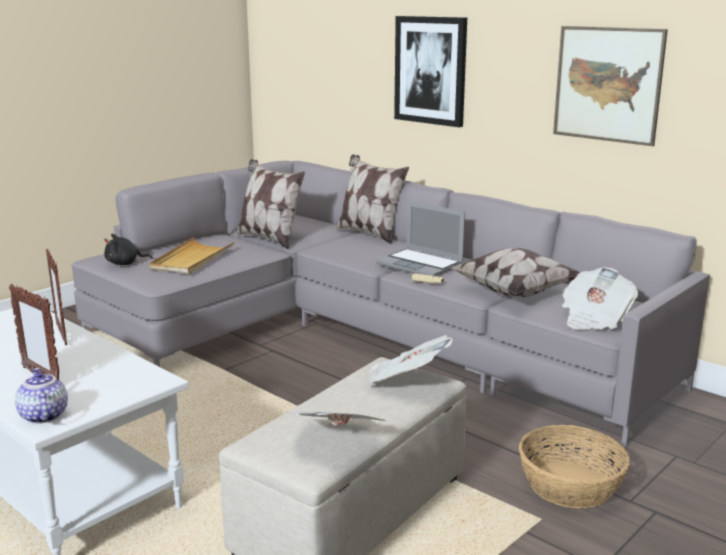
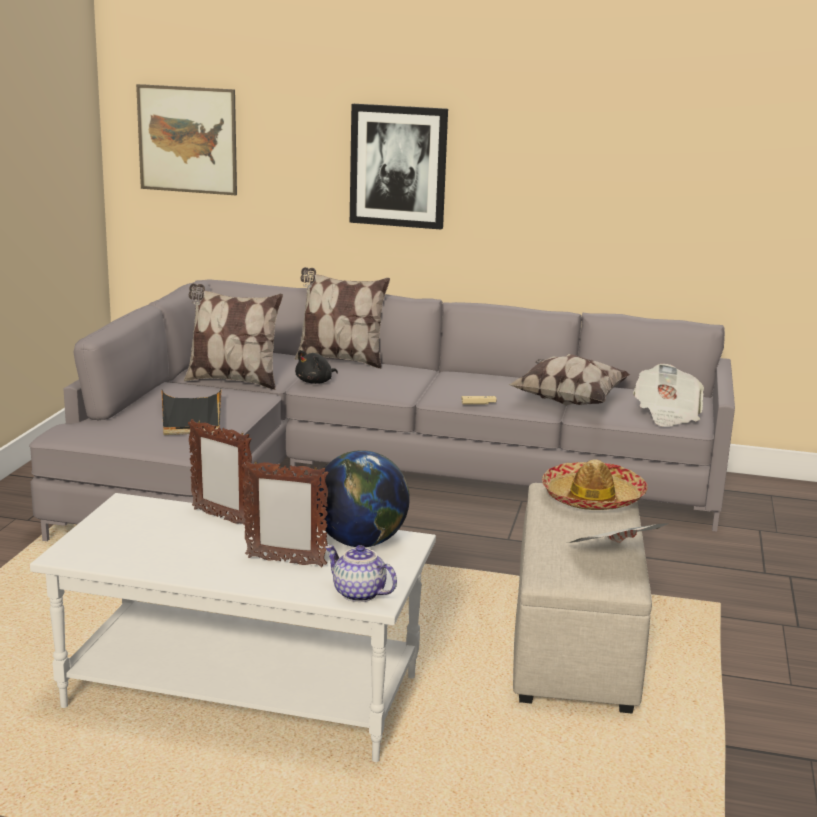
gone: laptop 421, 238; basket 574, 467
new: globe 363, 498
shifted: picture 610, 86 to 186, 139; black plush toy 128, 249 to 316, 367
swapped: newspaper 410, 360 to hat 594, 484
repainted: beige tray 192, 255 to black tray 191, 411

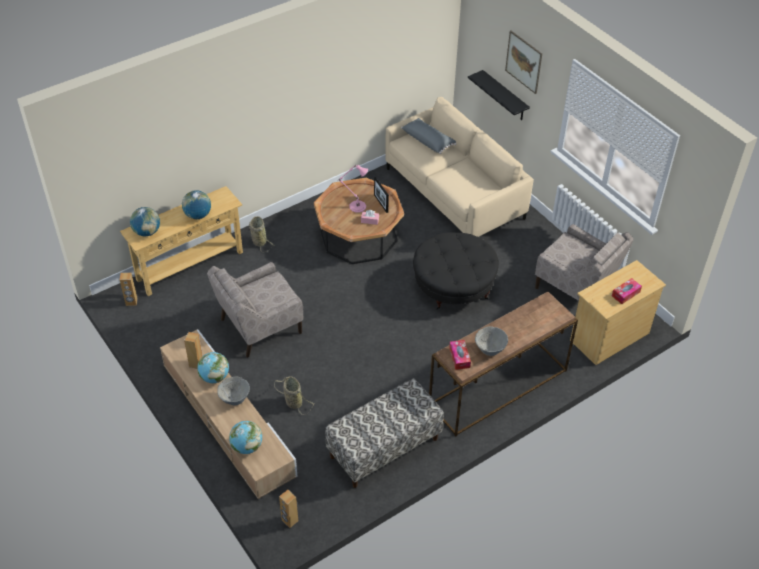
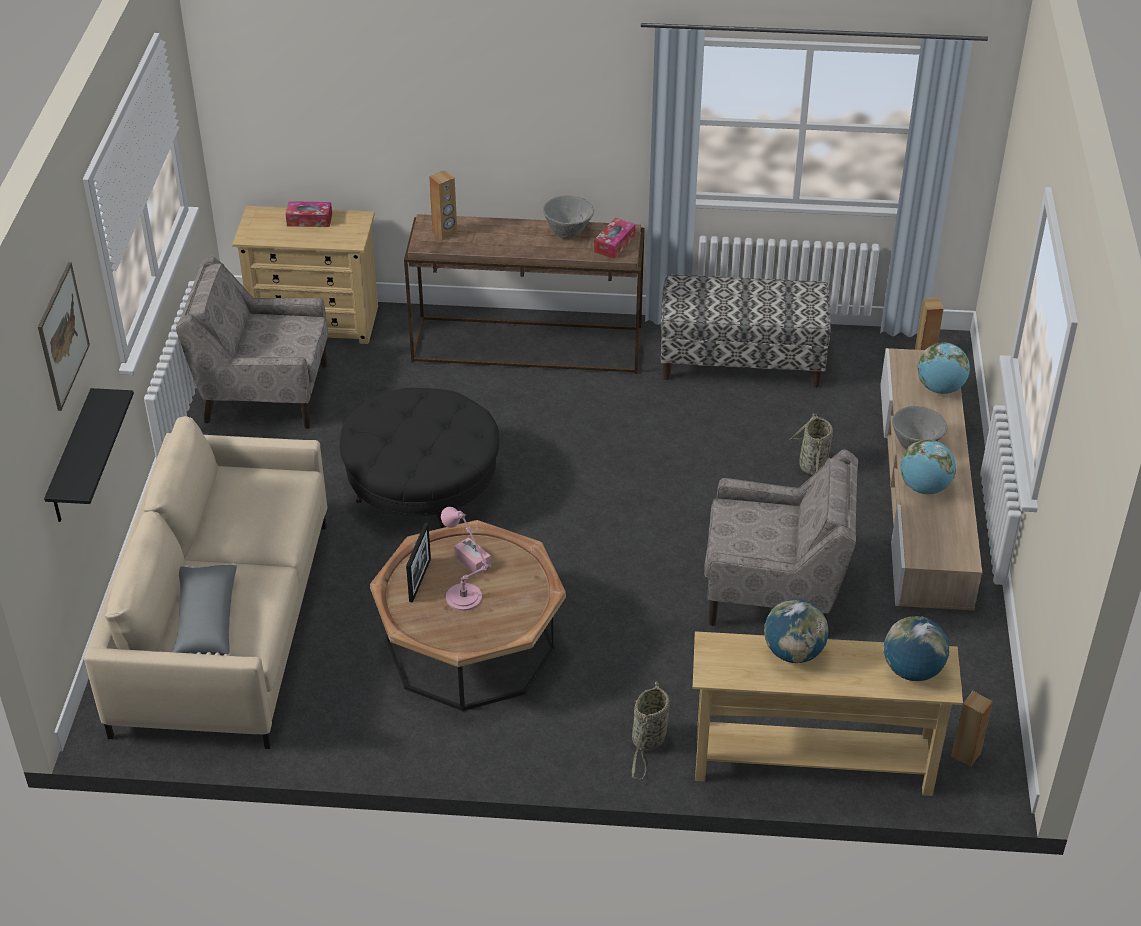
shifted: brown speaker 193, 350 to 443, 205
rotated: beige armchair 584, 262 = 252, 342 75 degrees counterclockwise

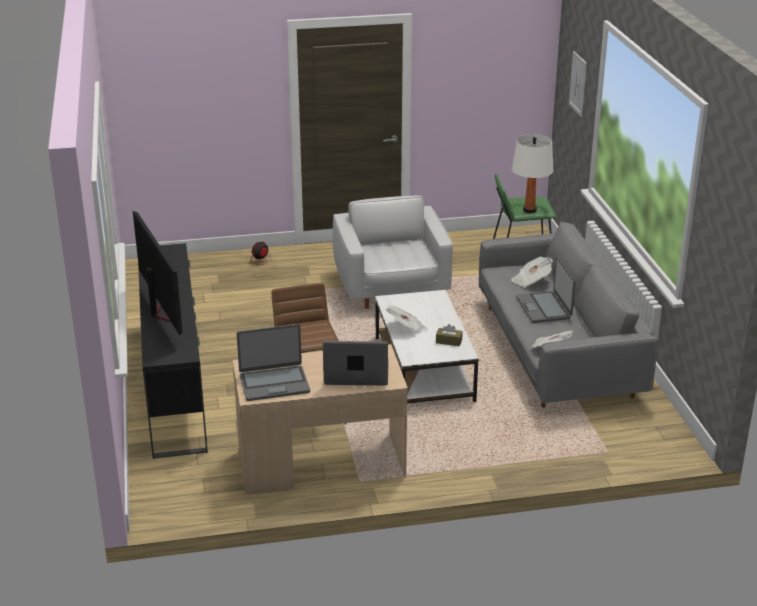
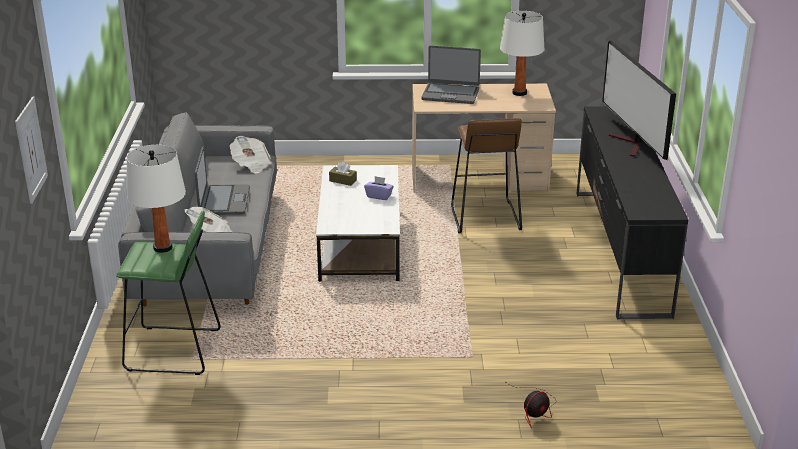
gone: white armchair 393, 252
swapped: newspaper 406, 318 to purple tissue box 379, 188; laptop 273, 362 to white table lamp 522, 53

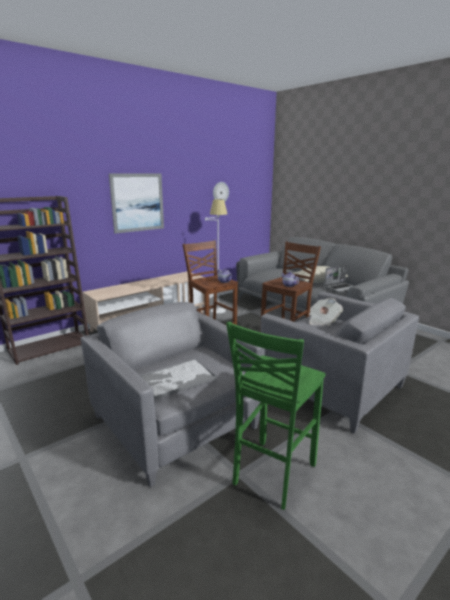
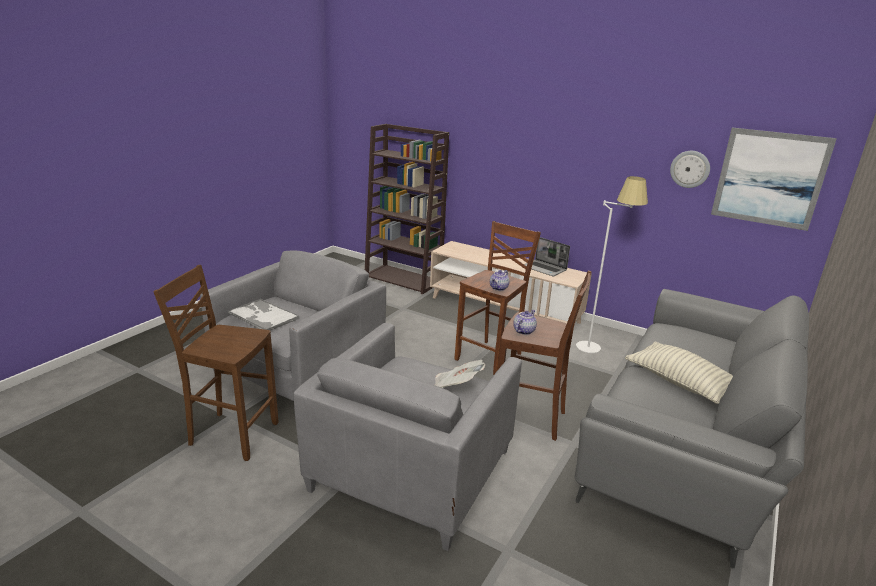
shifted: picture 136, 203 to 774, 179; laptop 339, 278 to 547, 256
repainted: green stool 275, 416 to brown stool 216, 363

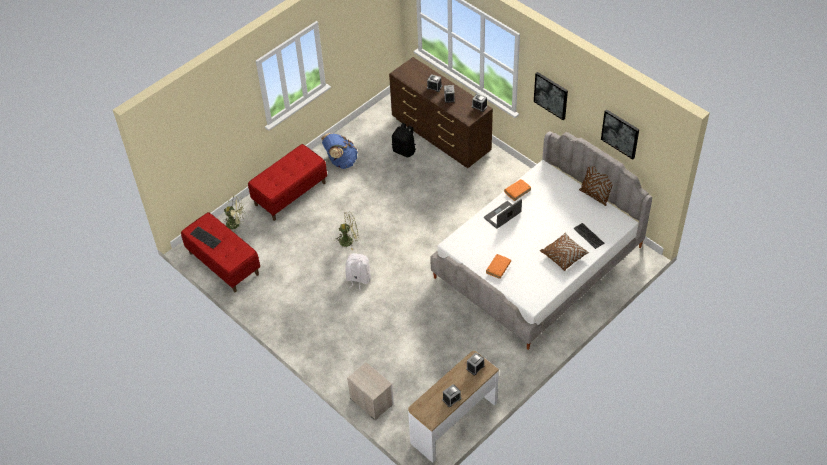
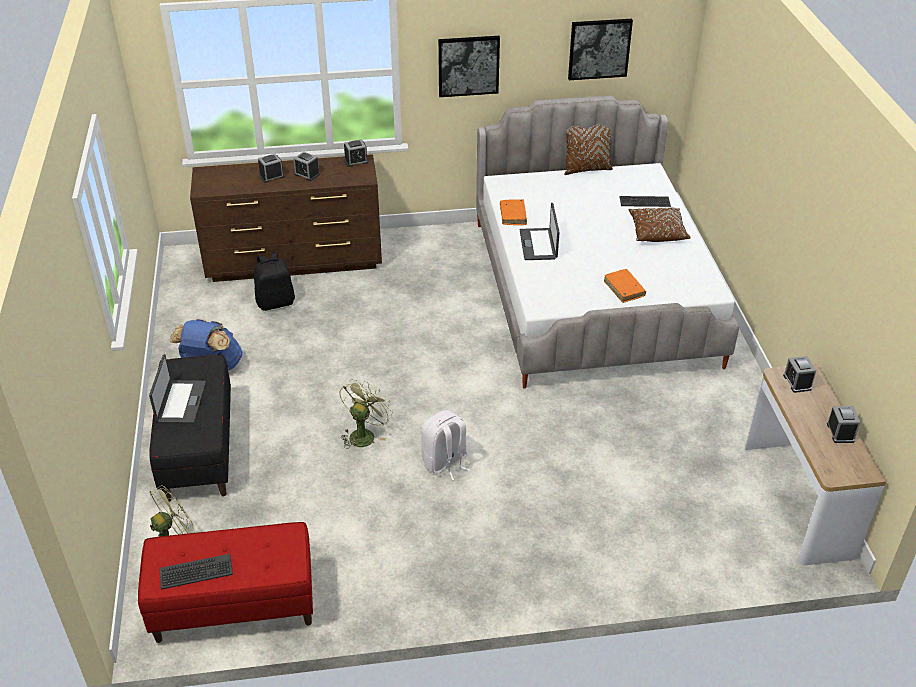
gone: nightstand 370, 391
new: laptop 177, 389
repainted: red bench 287, 182 to black bench 190, 428

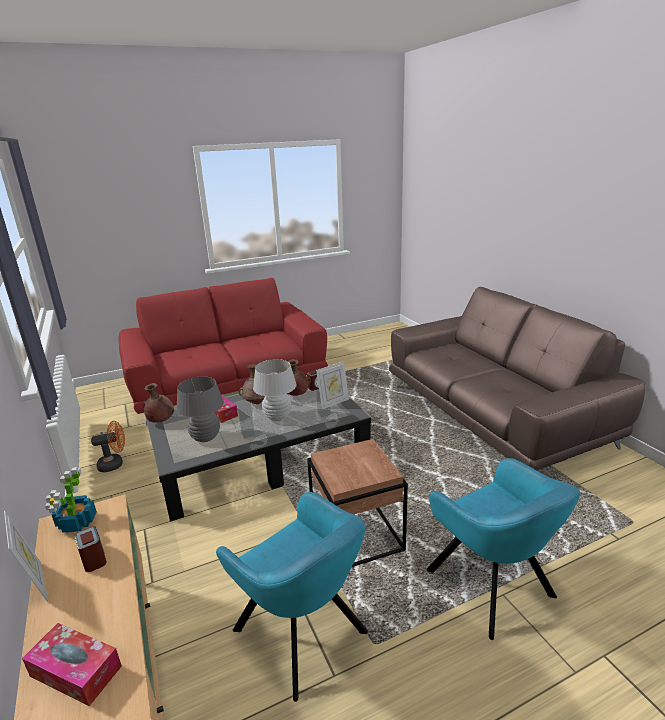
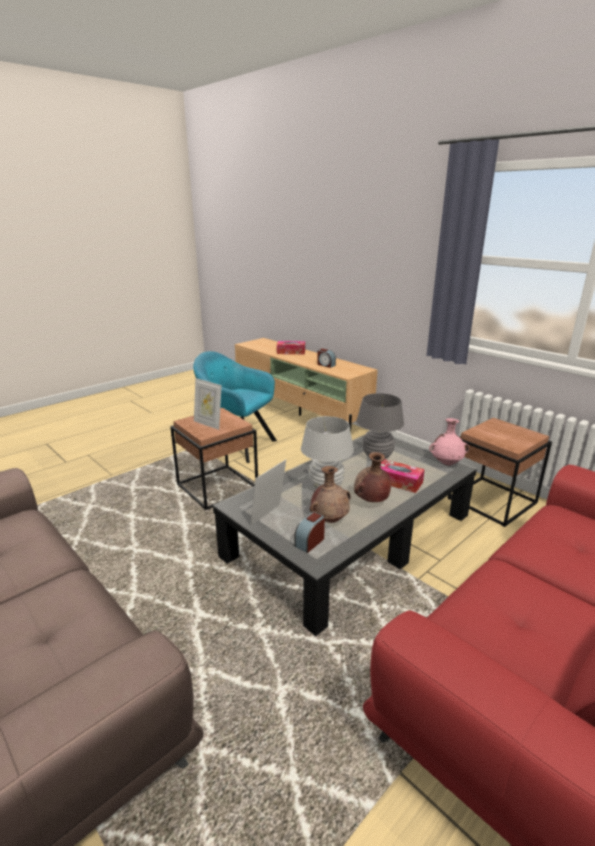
gone: turquoise armchair 503, 549; potted plant 71, 500
shifted: picture frame 26, 556 to 208, 404
swapped: orange fan 108, 446 to brown side table 500, 472
repainted: brown vase 158, 403 to pink vase 449, 442

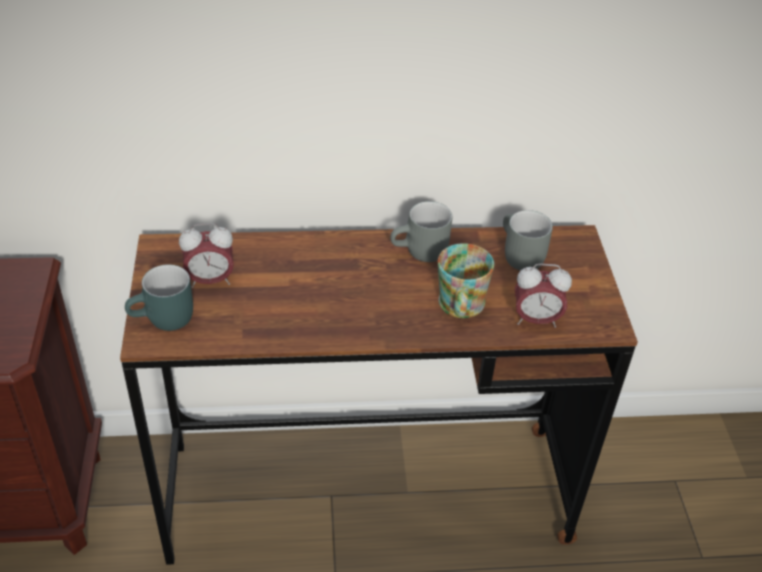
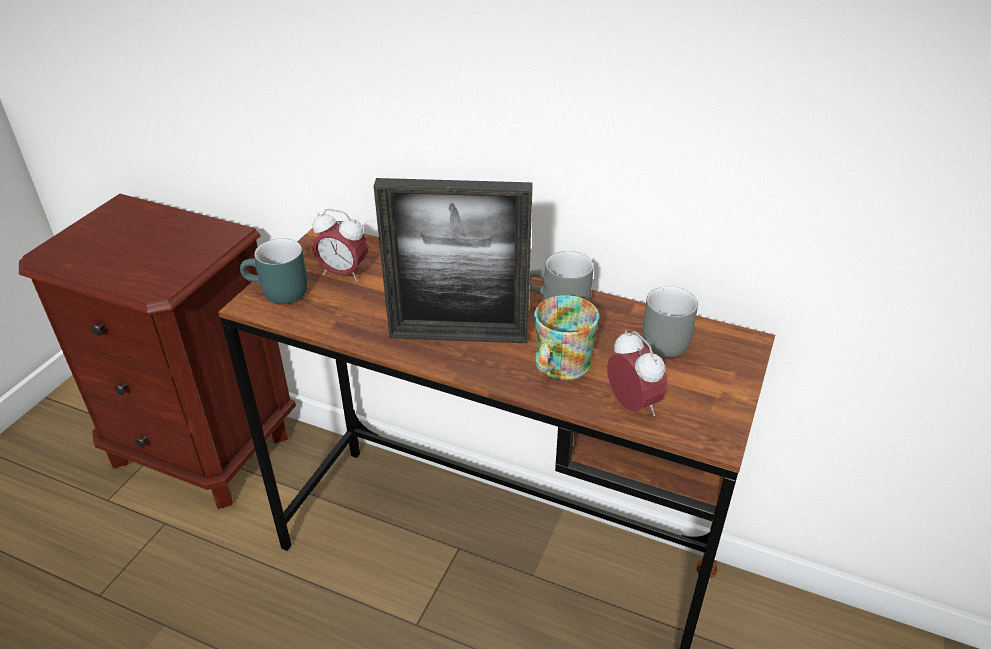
new: picture frame 453, 260
rotated: alarm clock 543, 295 = 637, 373 150 degrees counterclockwise

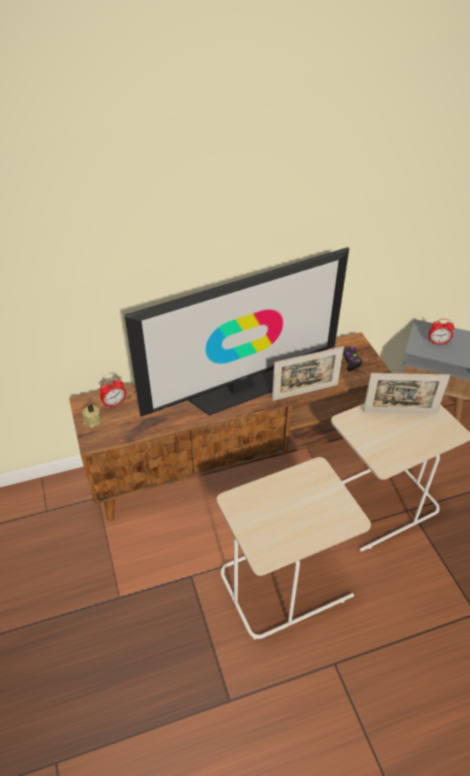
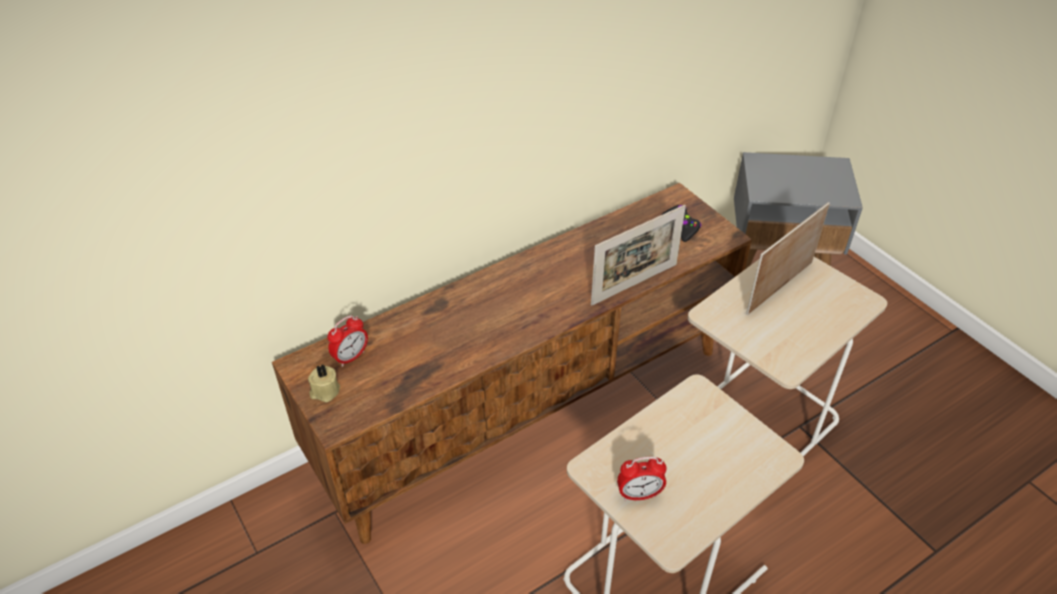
gone: television 237, 332
shifted: alarm clock 441, 332 to 642, 479
rotated: picture frame 406, 393 = 788, 258 150 degrees clockwise

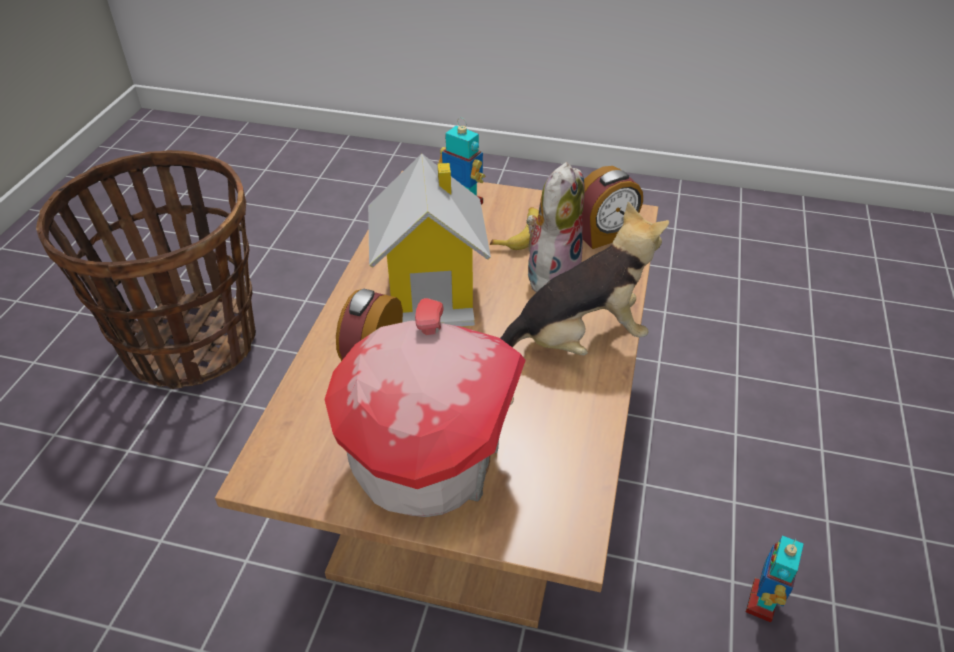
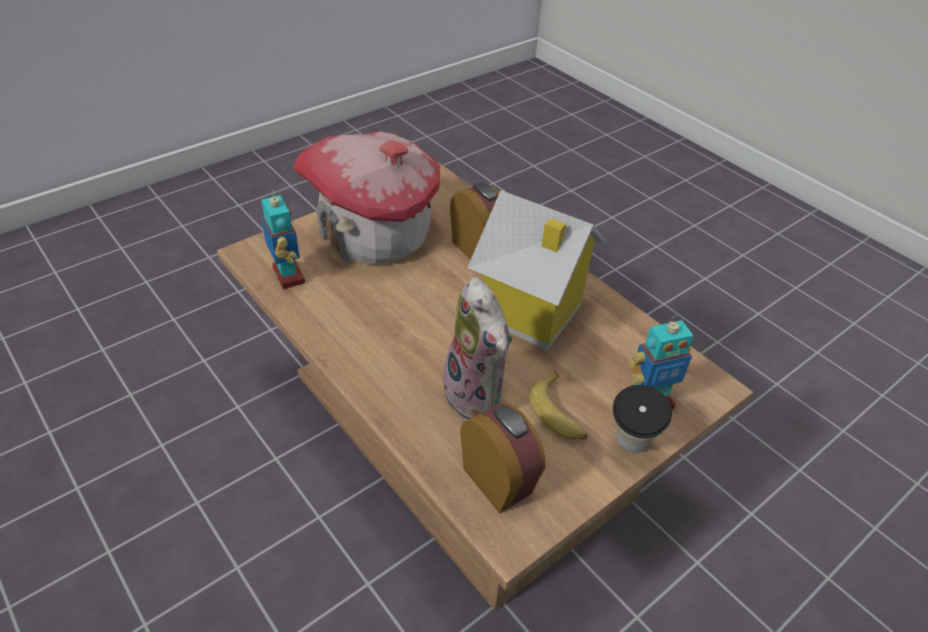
gone: basket 146, 269; plush toy 584, 278
new: cup 642, 419
shifted: toy robot 775, 579 to 283, 239
rotated: alarm clock 612, 207 = 502, 458 135 degrees clockwise

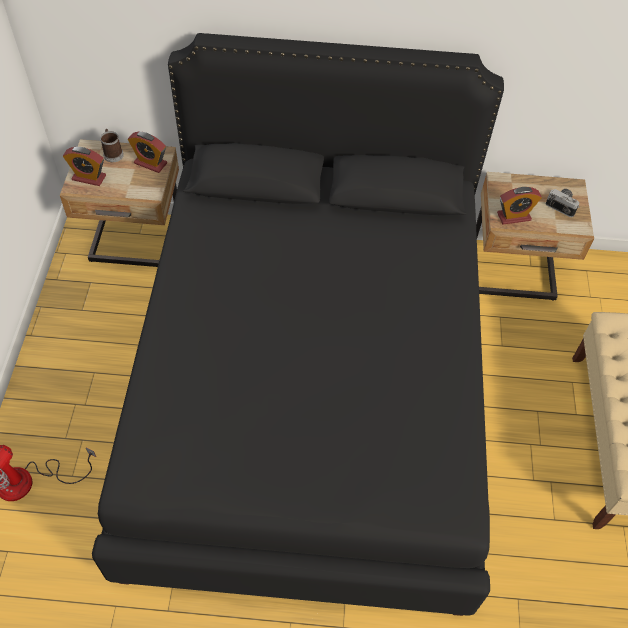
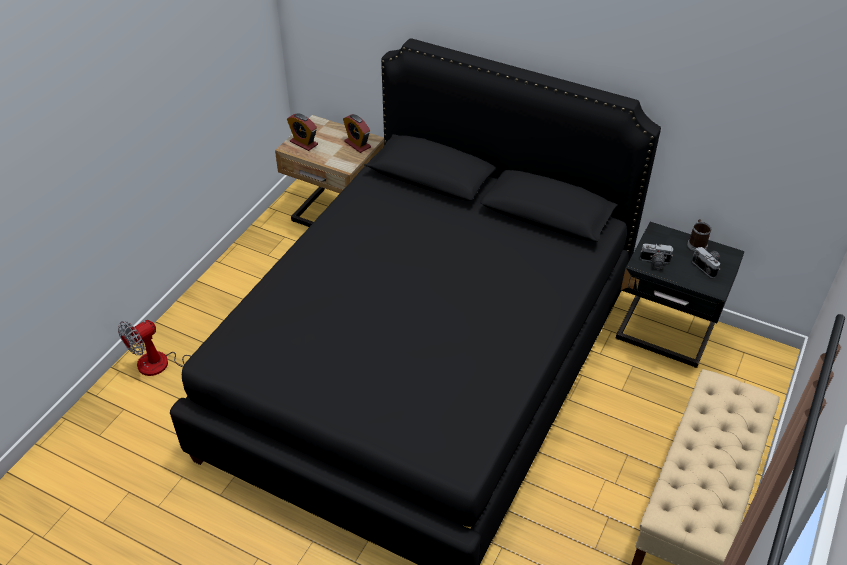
shifted: mug 112, 145 to 699, 235
swapped: alarm clock 519, 206 to photo camera 656, 256
repainted: beige nightstand 535, 236 to black nightstand 680, 295

